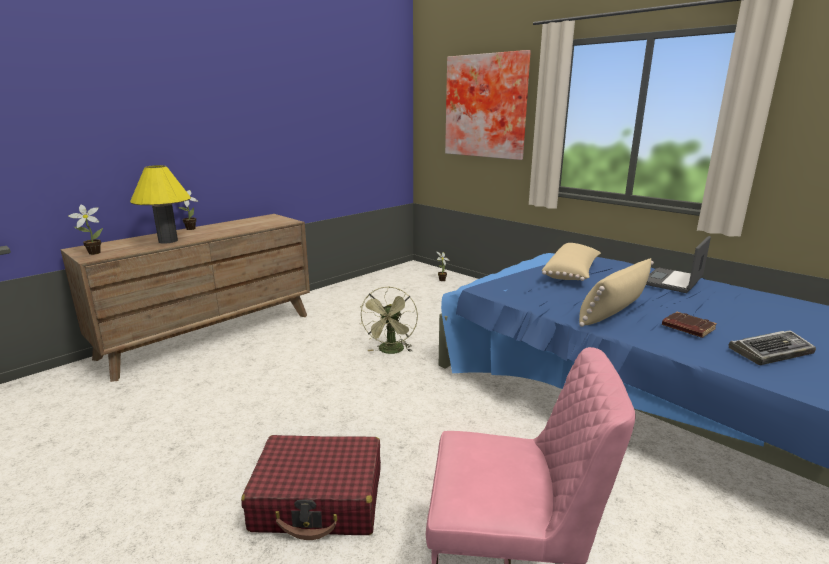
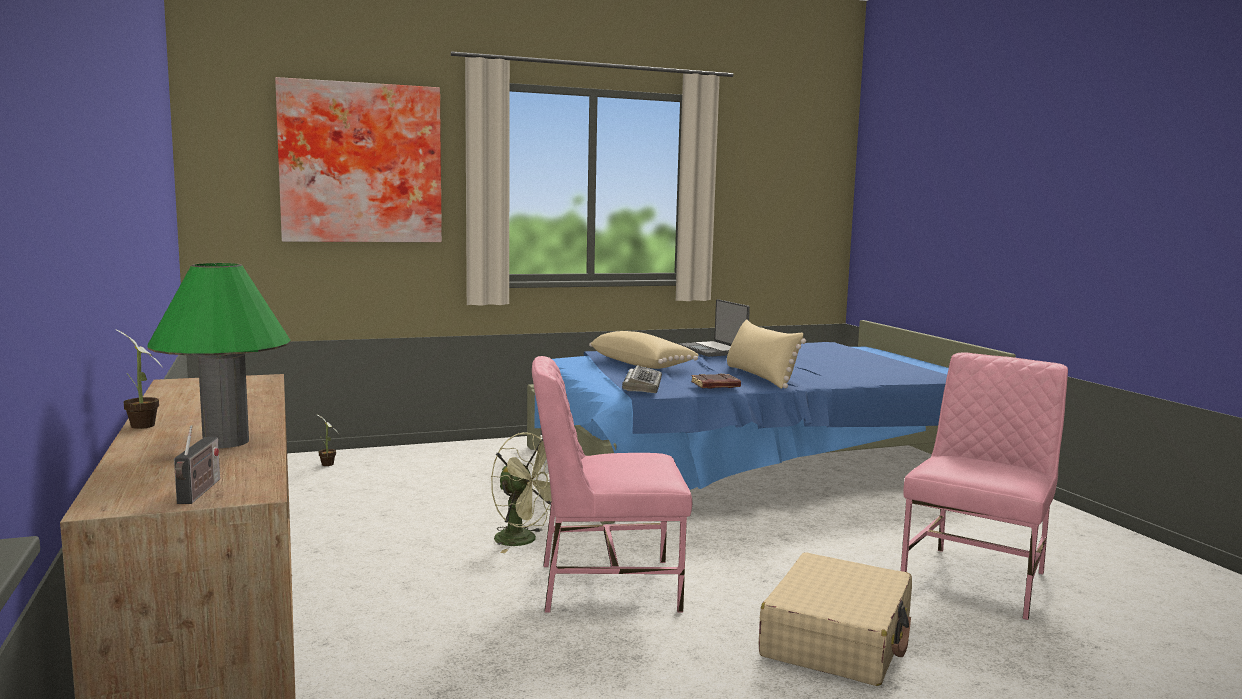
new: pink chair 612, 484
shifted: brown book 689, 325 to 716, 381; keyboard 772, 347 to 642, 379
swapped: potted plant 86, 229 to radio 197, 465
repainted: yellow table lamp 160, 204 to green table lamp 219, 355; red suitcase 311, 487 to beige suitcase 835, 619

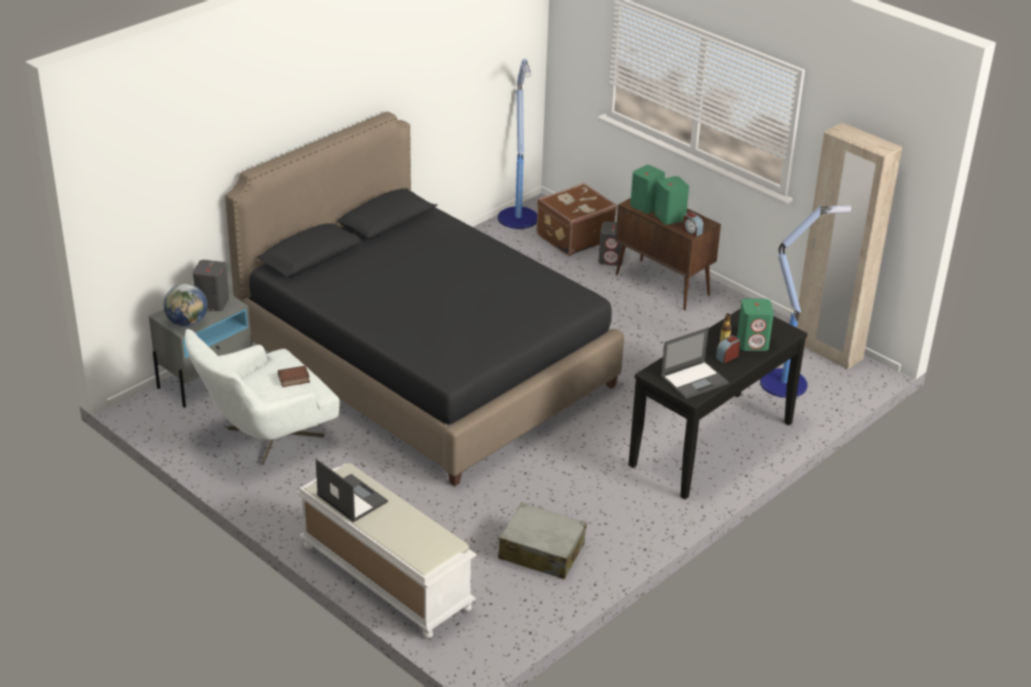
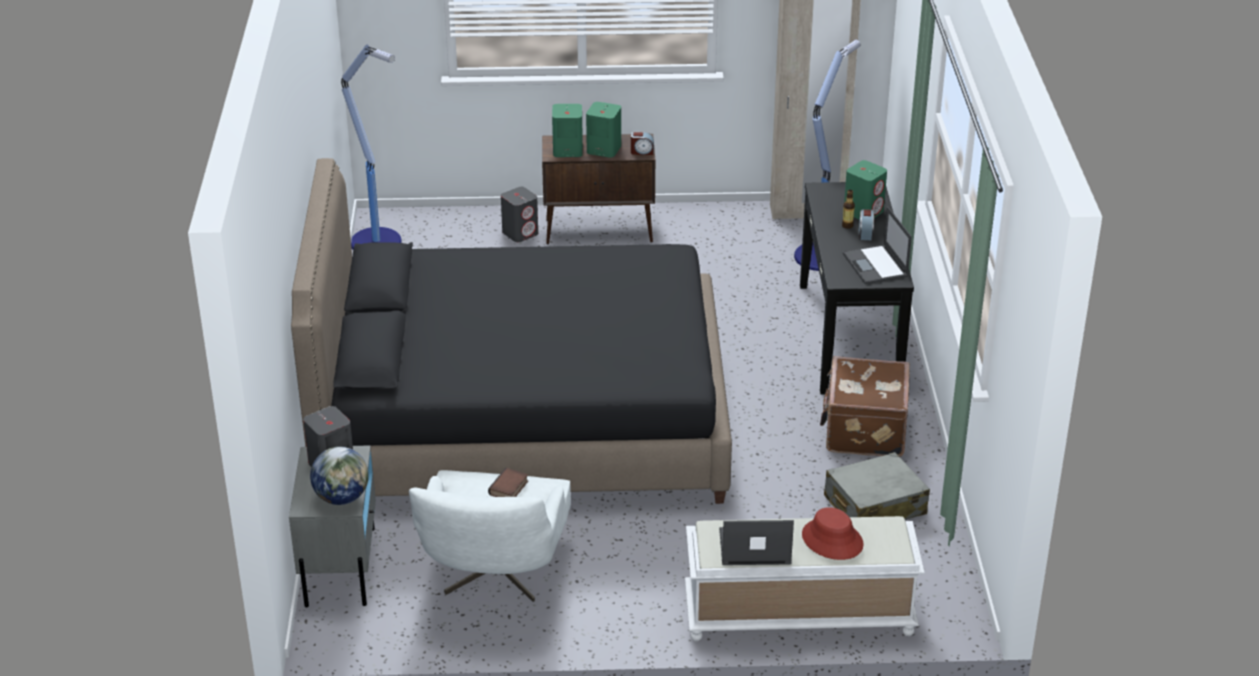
new: red hat 833, 533
shifted: brown suitcase 577, 219 to 865, 406
rotated: laptop 695, 363 = 877, 245 150 degrees clockwise

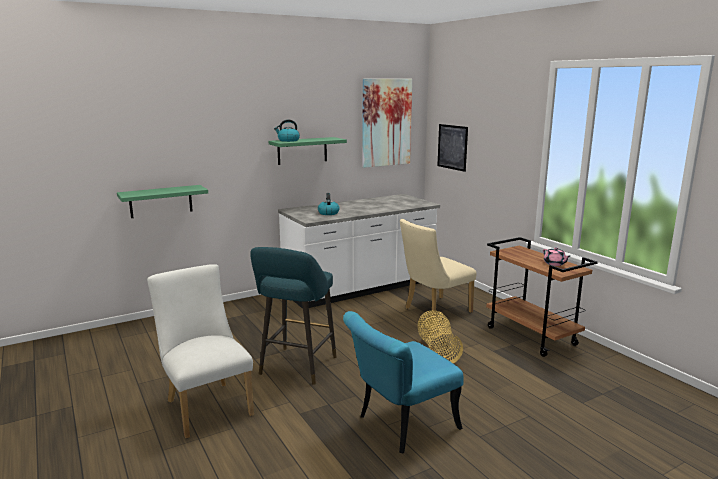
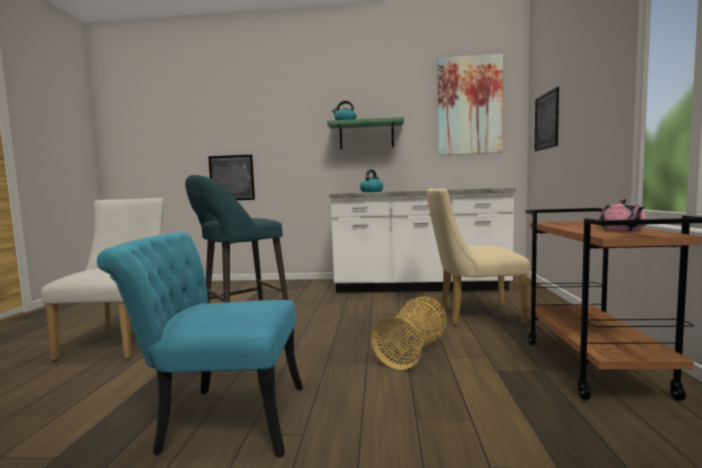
swapped: green shelf 162, 201 to picture 231, 177

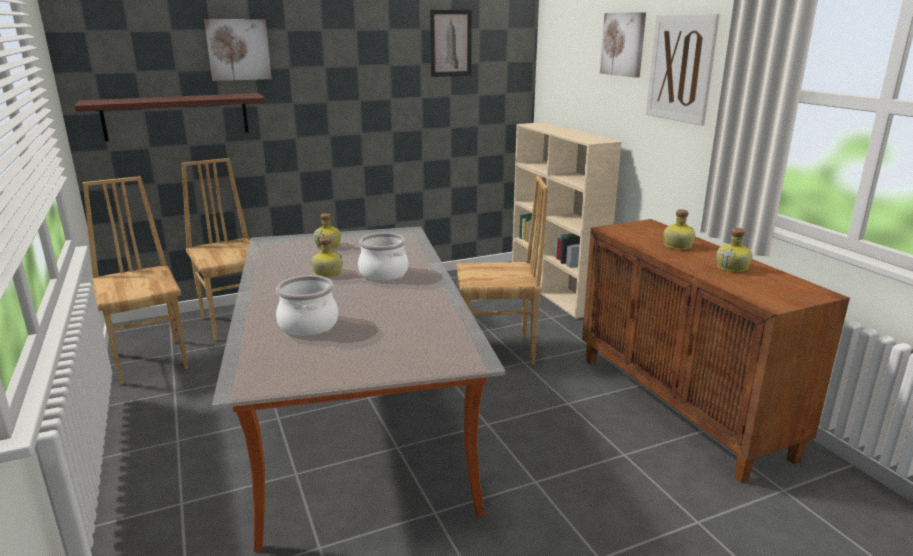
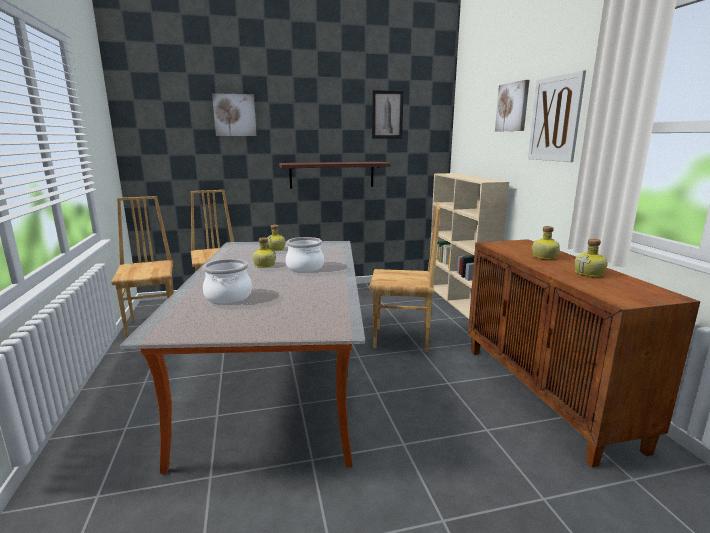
shifted: shelf 170, 117 to 335, 175

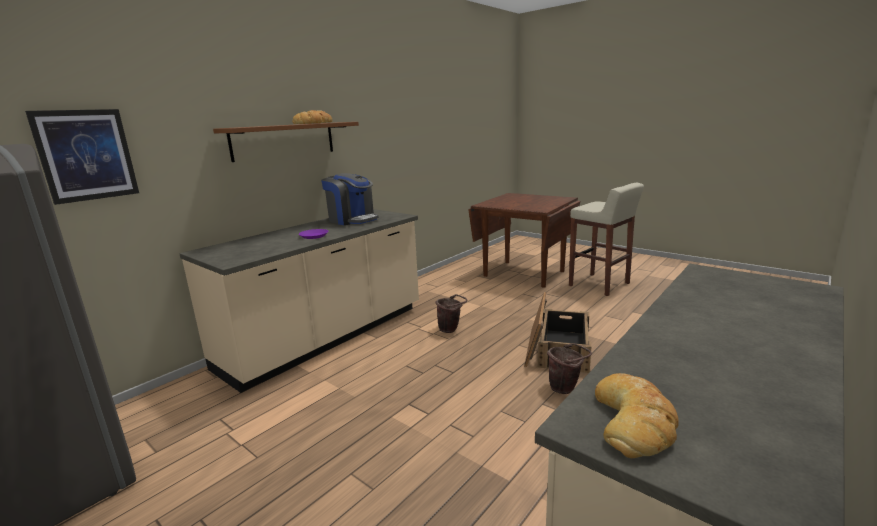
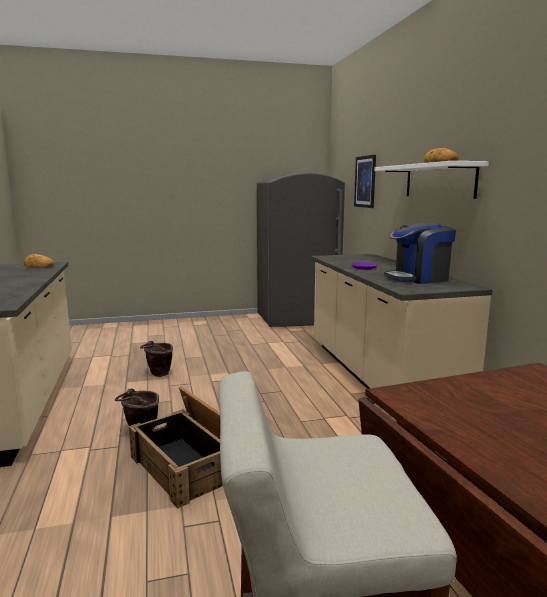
shifted: brown bucket 452, 313 to 156, 359
repainted: brown shelf 286, 142 to white shelf 431, 180

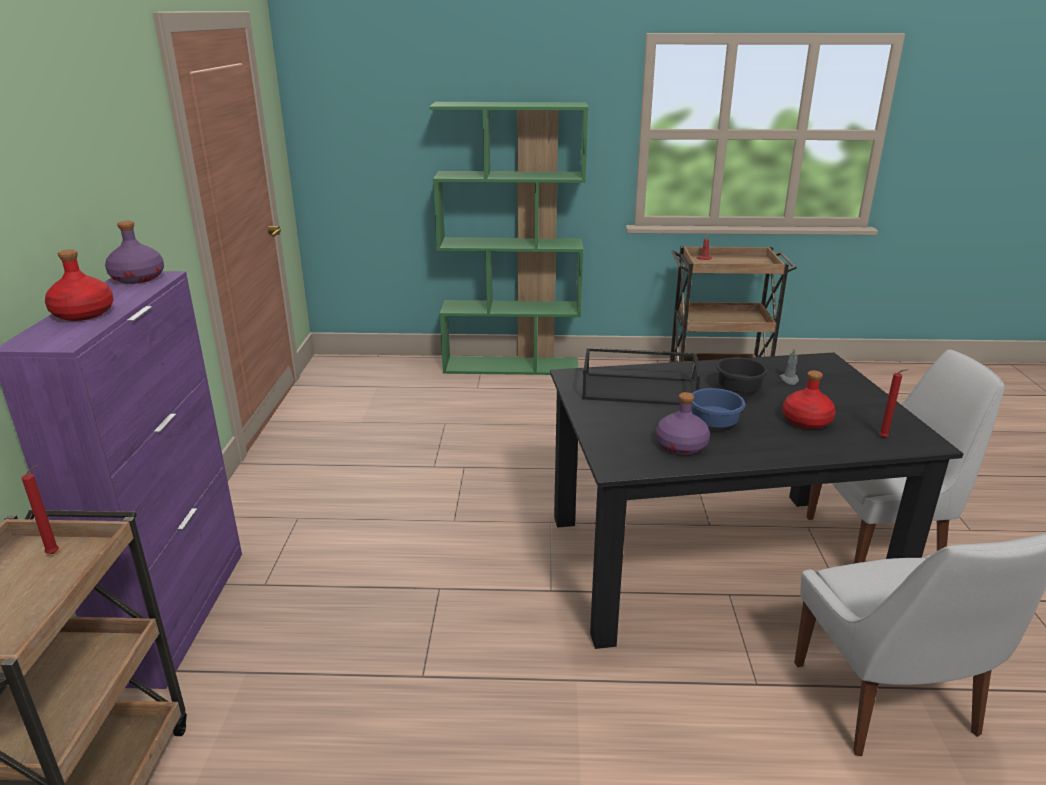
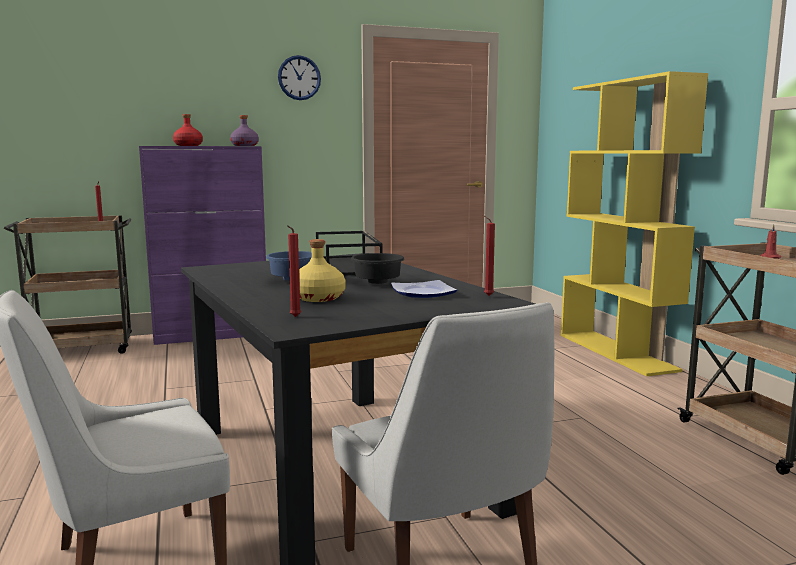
gone: purple bottle 683, 423
new: wall clock 299, 77; red candle 489, 255
swapped: grey candle 789, 366 to plate 424, 289
repainted: green bookcase 508, 238 to yellow bookcase 634, 224; red bottle 809, 399 to yellow bottle 322, 270

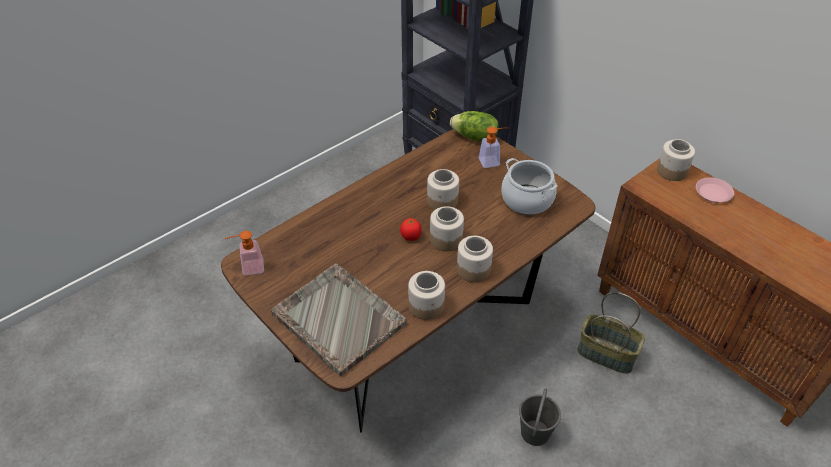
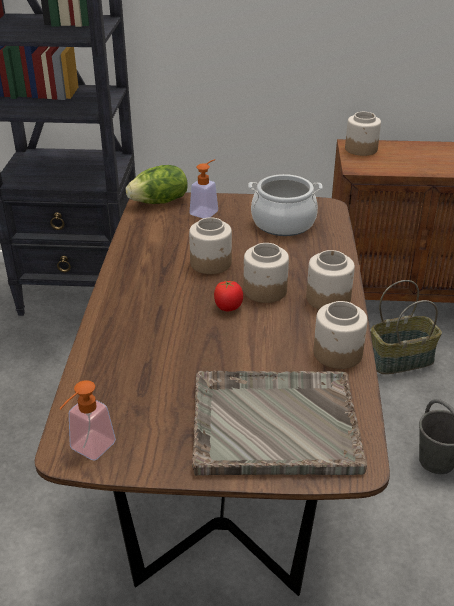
gone: pink plate 715, 190

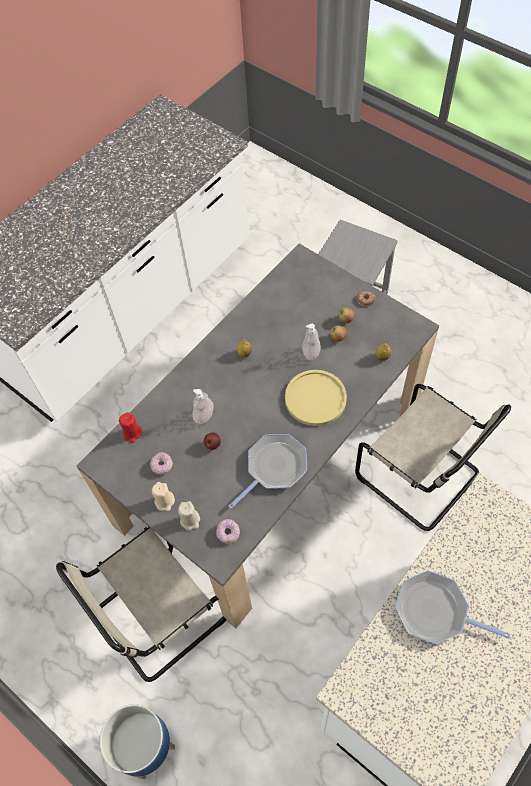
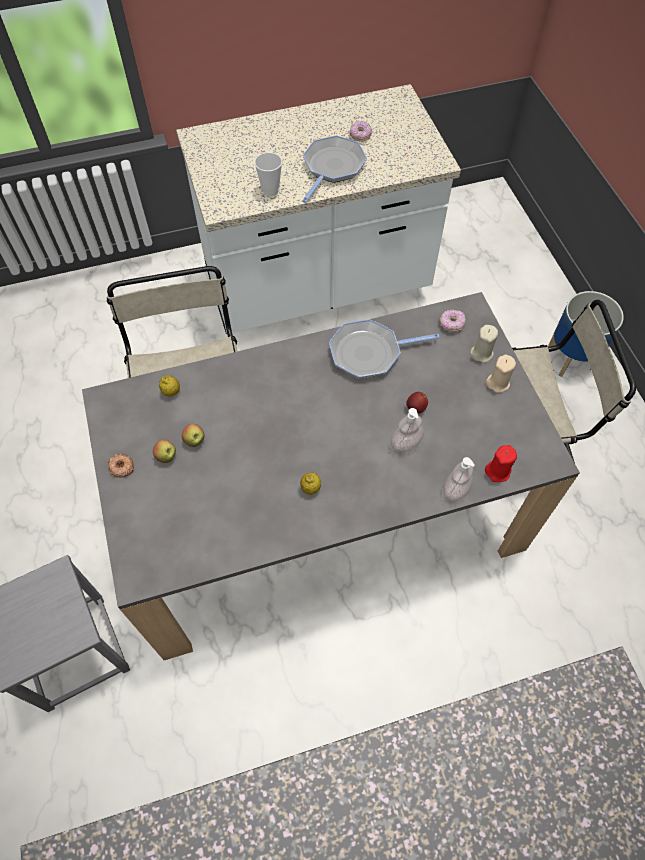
gone: yellow plate 316, 398
new: cup 268, 174
shifted: soap dispenser 311, 342 to 459, 479; donut 161, 463 to 360, 131
rotated: frying pan 452, 607 = 334, 169 120 degrees counterclockwise

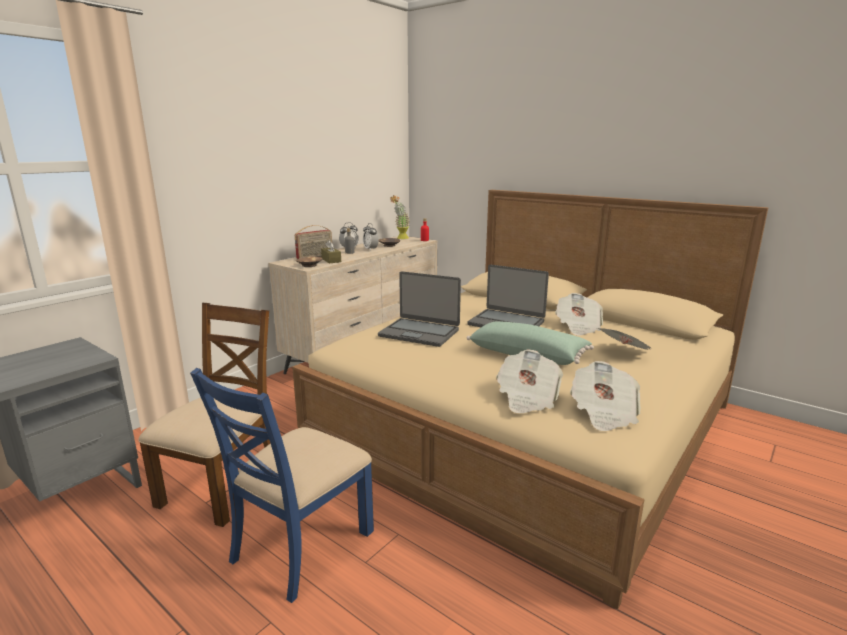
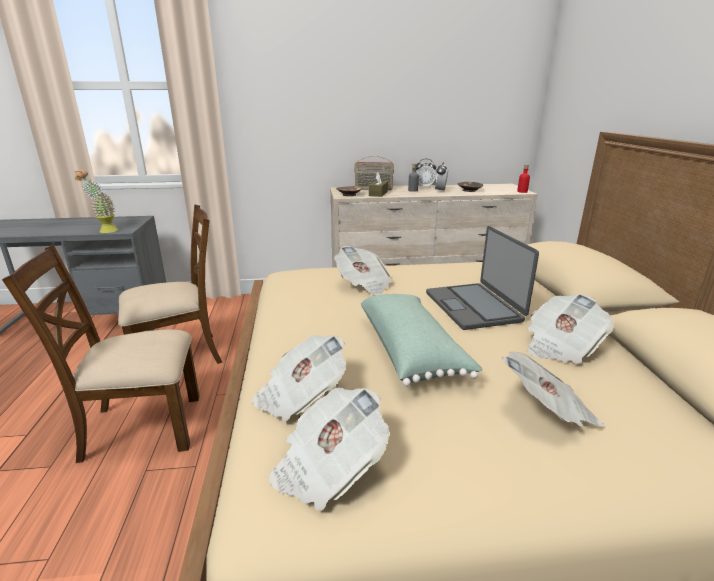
shifted: potted plant 400, 217 to 96, 201
swapped: laptop 419, 309 to newspaper 363, 270
repainted: blue chair 282, 485 to brown chair 100, 354

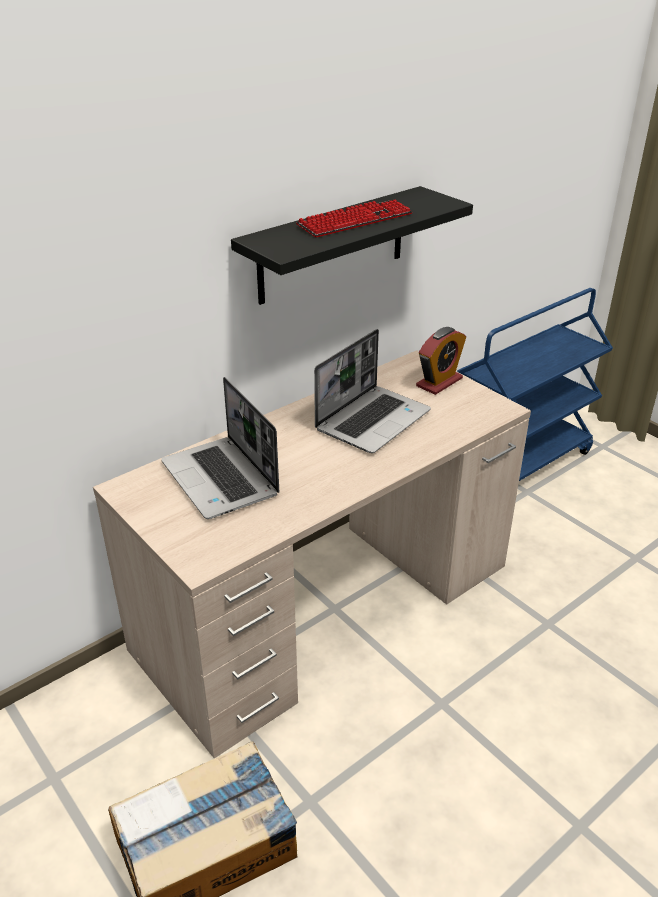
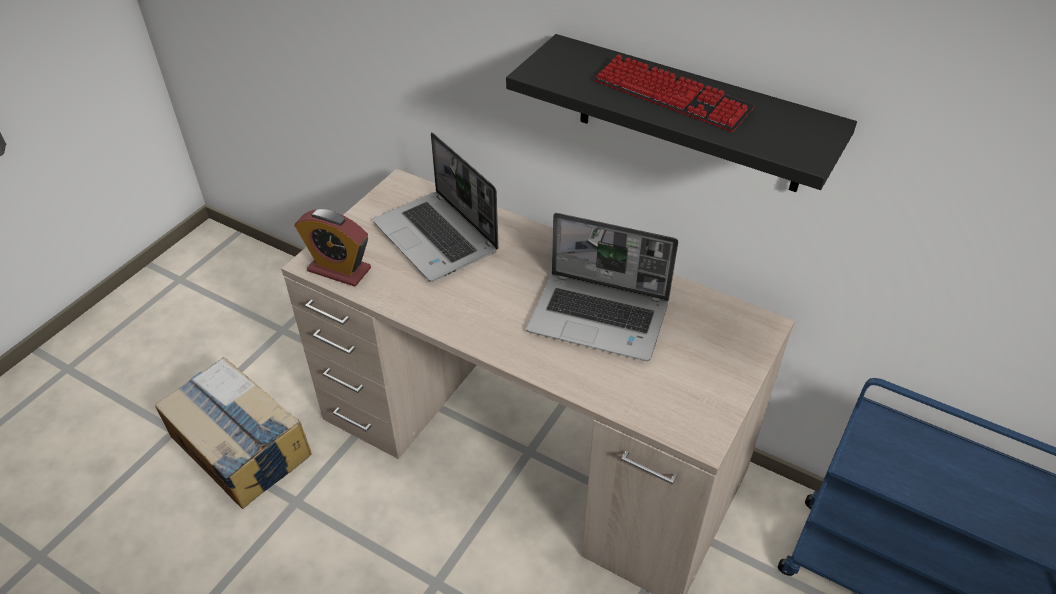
shifted: alarm clock 441, 361 to 332, 248
rotated: laptop 220, 448 = 436, 207 75 degrees counterclockwise

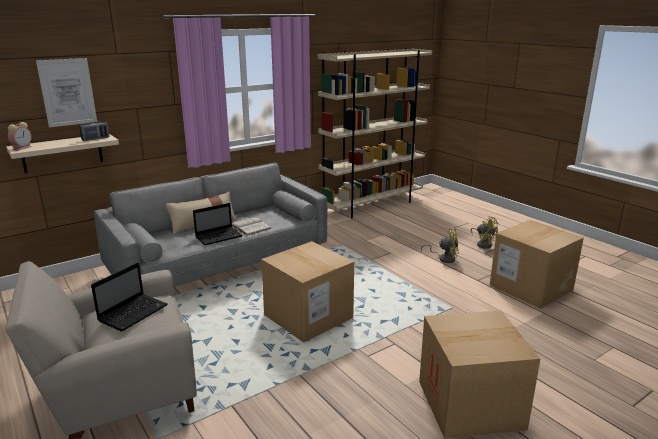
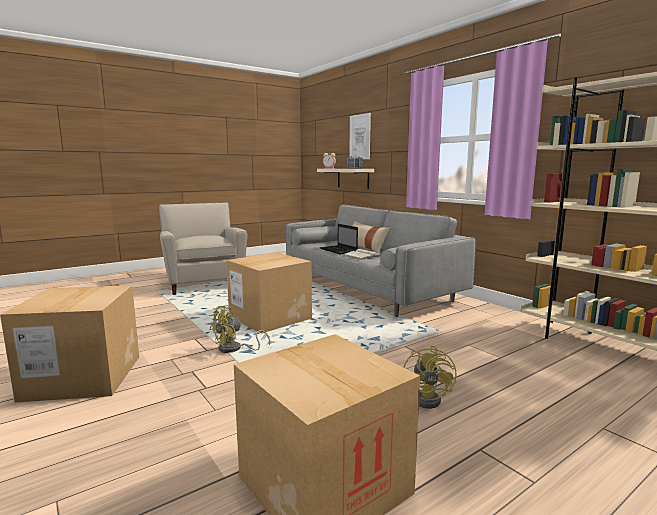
gone: laptop 129, 297
shifted: yellow fan 485, 232 to 240, 329

